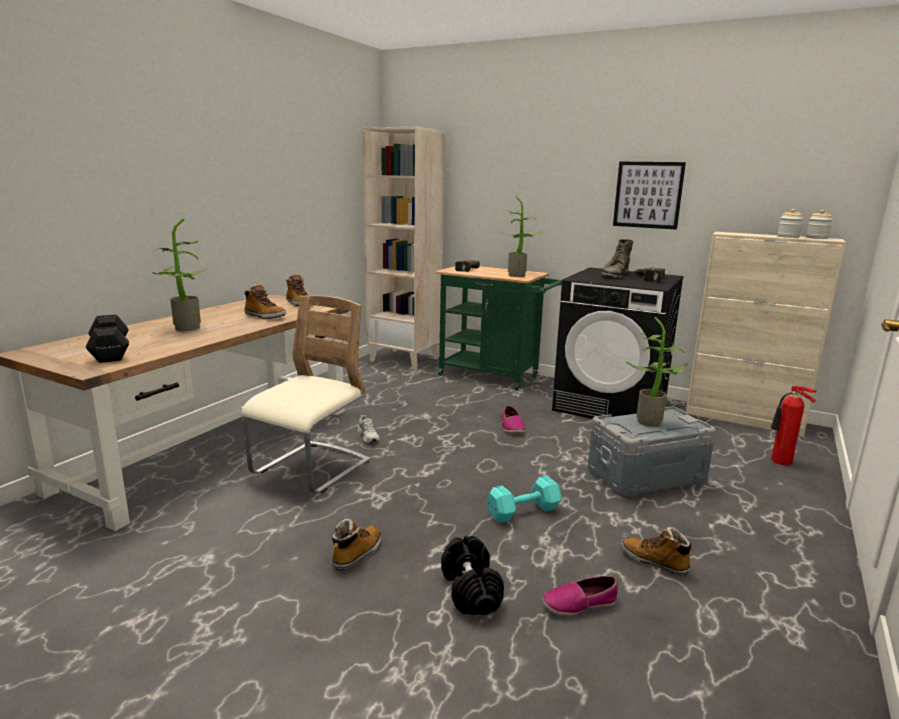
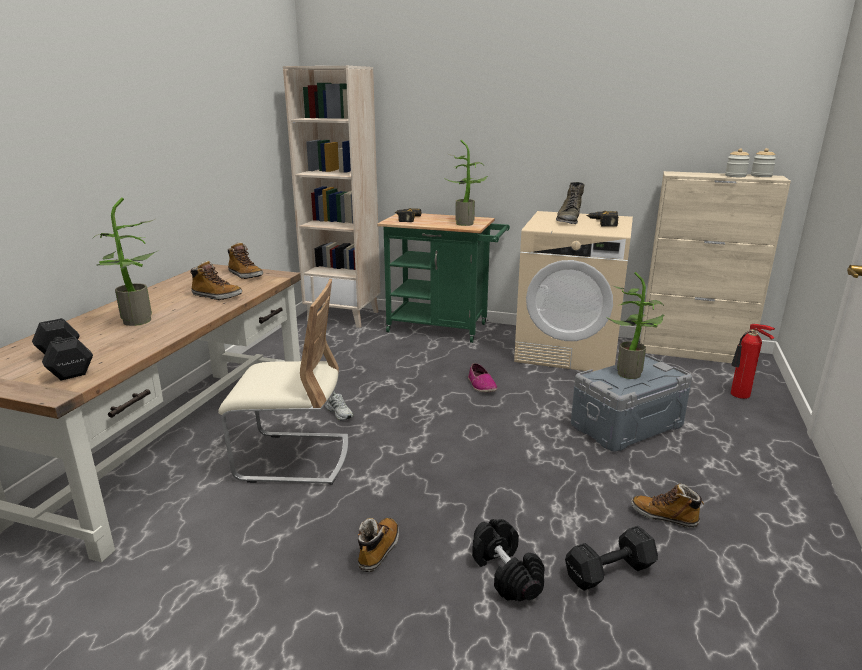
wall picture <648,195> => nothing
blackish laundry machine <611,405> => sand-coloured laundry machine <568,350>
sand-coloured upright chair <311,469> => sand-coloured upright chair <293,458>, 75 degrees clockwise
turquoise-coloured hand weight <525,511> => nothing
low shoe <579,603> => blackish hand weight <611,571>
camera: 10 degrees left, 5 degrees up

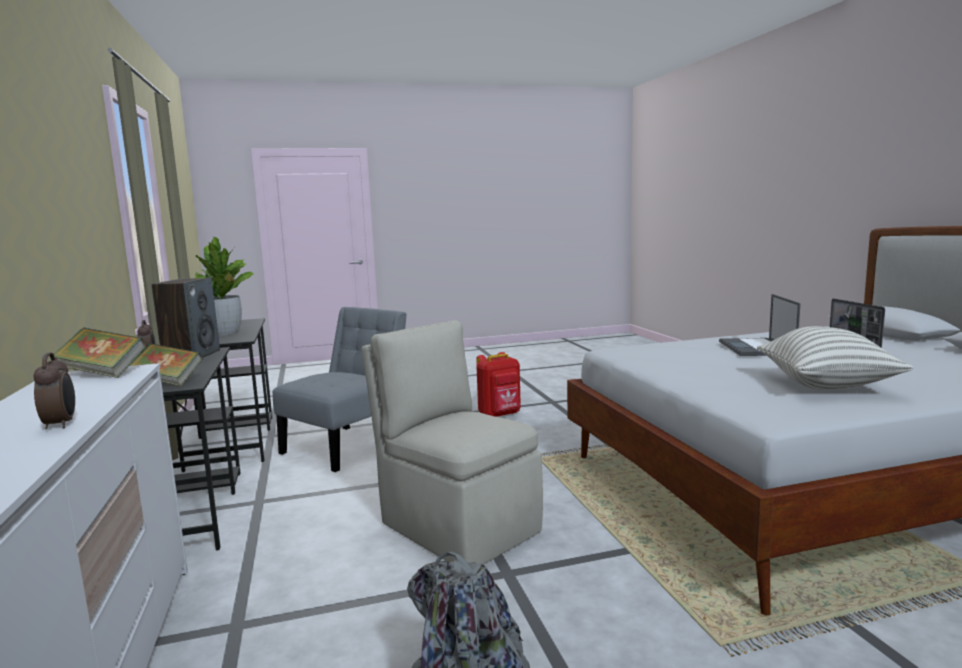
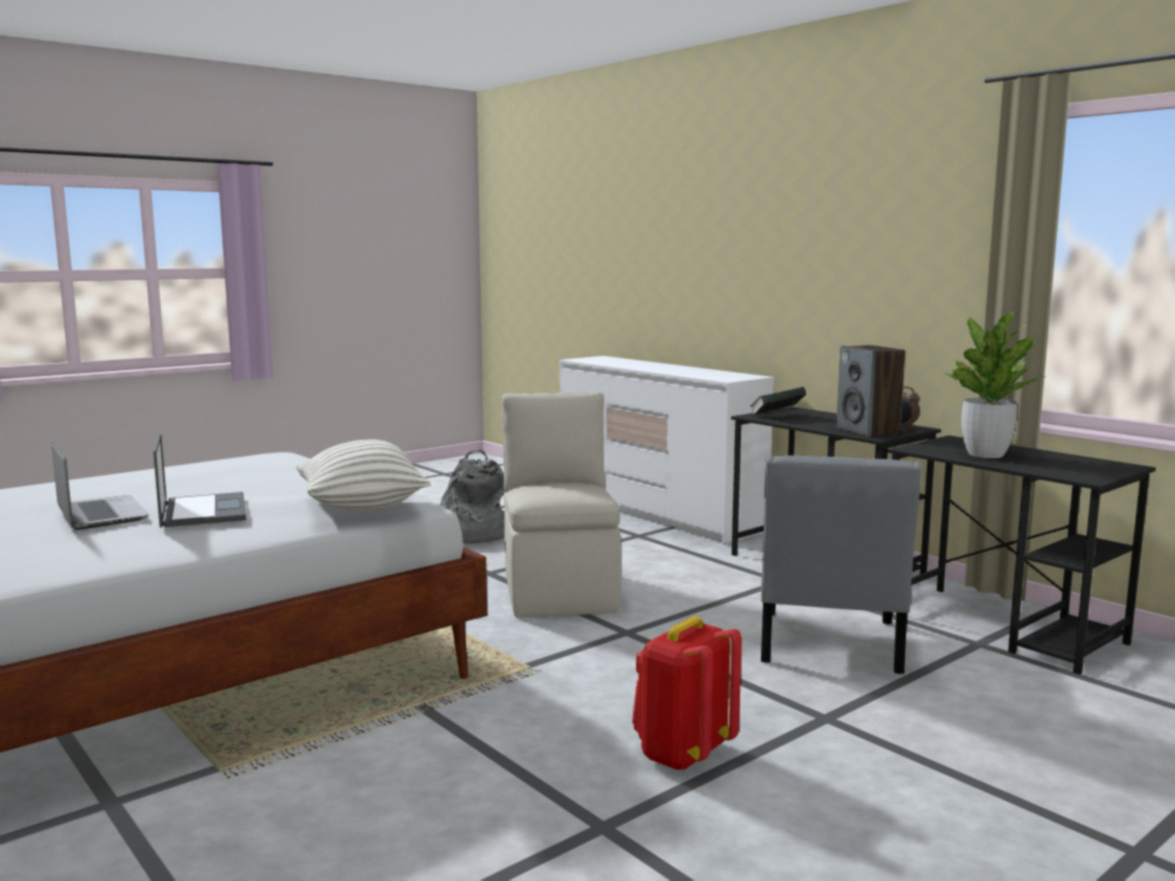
sand-coloured upright chair <457,525> => sand-coloured upright chair <559,591>, 120 degrees counterclockwise
pillow <826,385> => pillow <362,508>, moved
book <103,373> => nothing
alarm clock <61,424> => nothing
camera: 155 degrees right, 0 degrees up

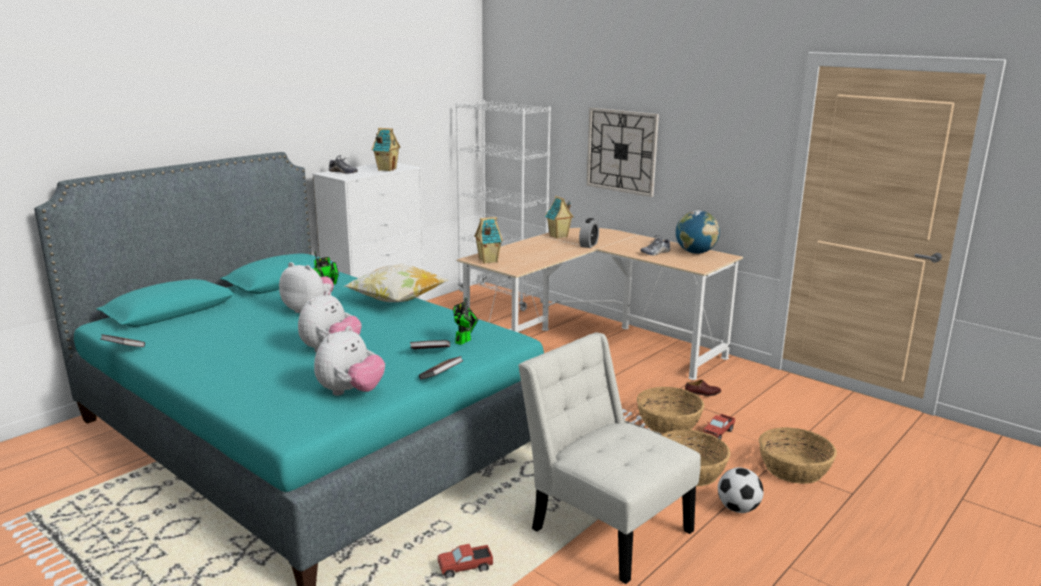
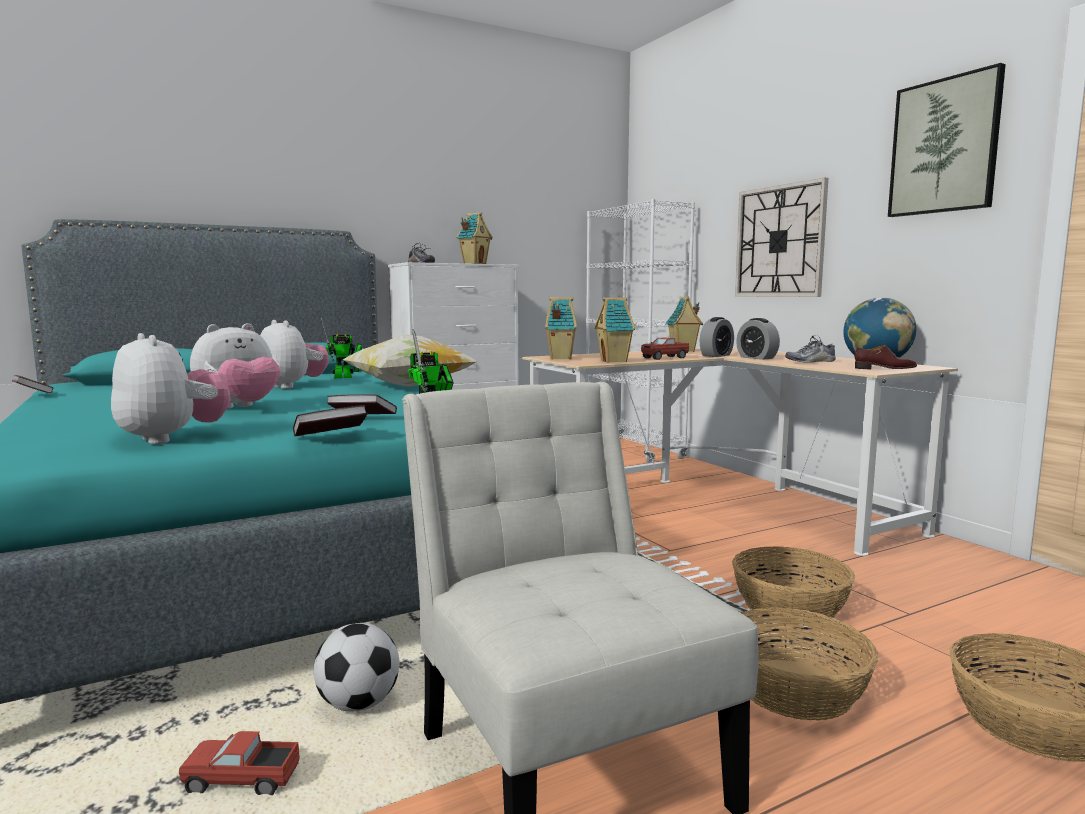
plush toy <350,392> => plush toy <172,438>, 90 degrees counterclockwise
brown low shoe <703,394> => brown low shoe <885,369>, moved
model truck <718,433> => model truck <665,358>, moved
football ball <738,509> => football ball <359,704>, moved
nothing => wall picture <944,146>
nothing => toy house <614,361>
nothing => alarm clock <756,358>
camera: 20 degrees right, 10 degrees down

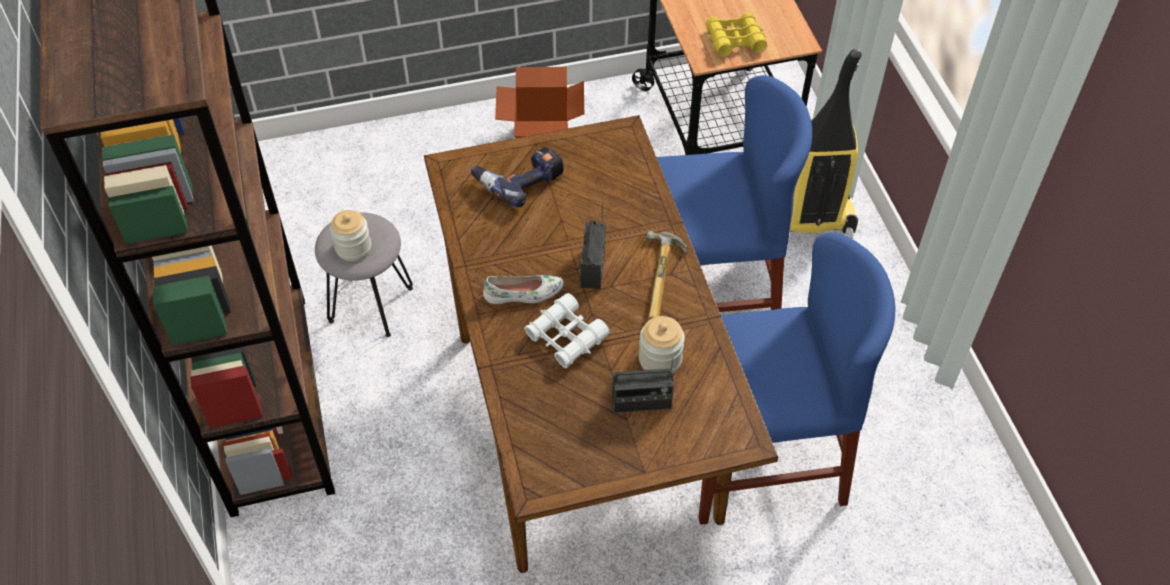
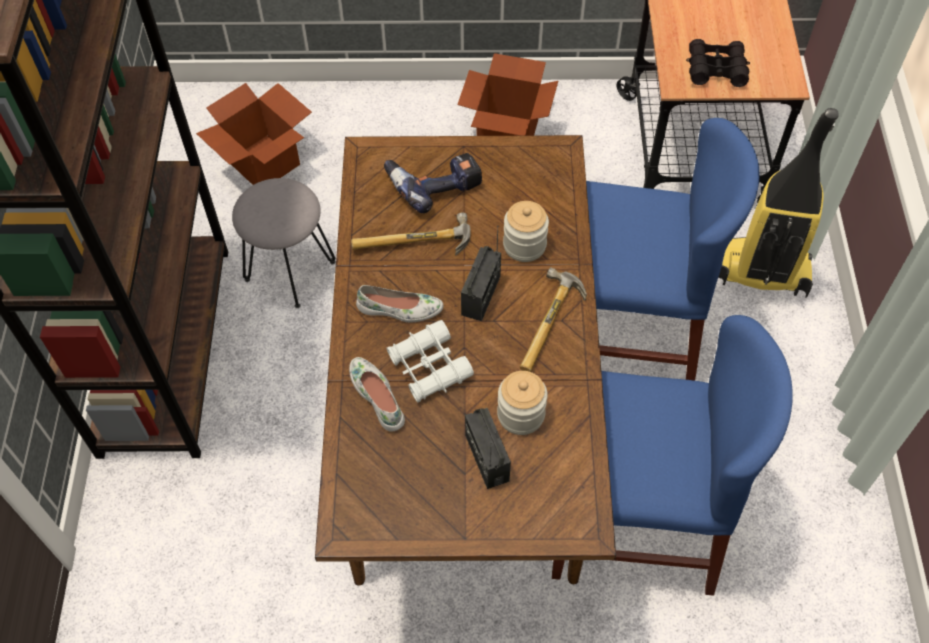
yellowish binoculars <734,40> => blackish binoculars <716,69>
storage jar <353,248> => storage jar <524,245>, moved
radio set <641,402> => radio set <486,458>, 60 degrees clockwise
nothing => carton <263,163>
nothing => hammer <413,246>
nothing => white low shoe <378,396>
camera: 15 degrees right, 5 degrees up

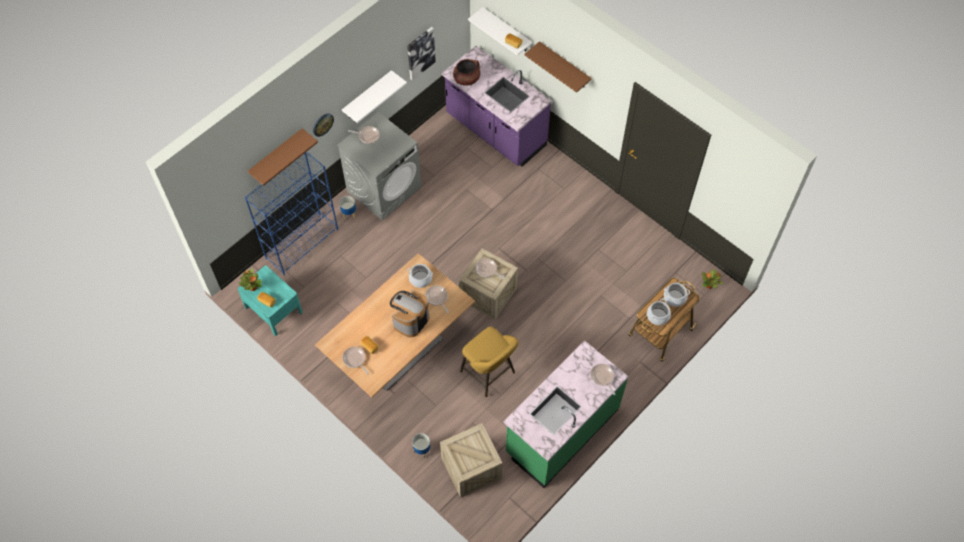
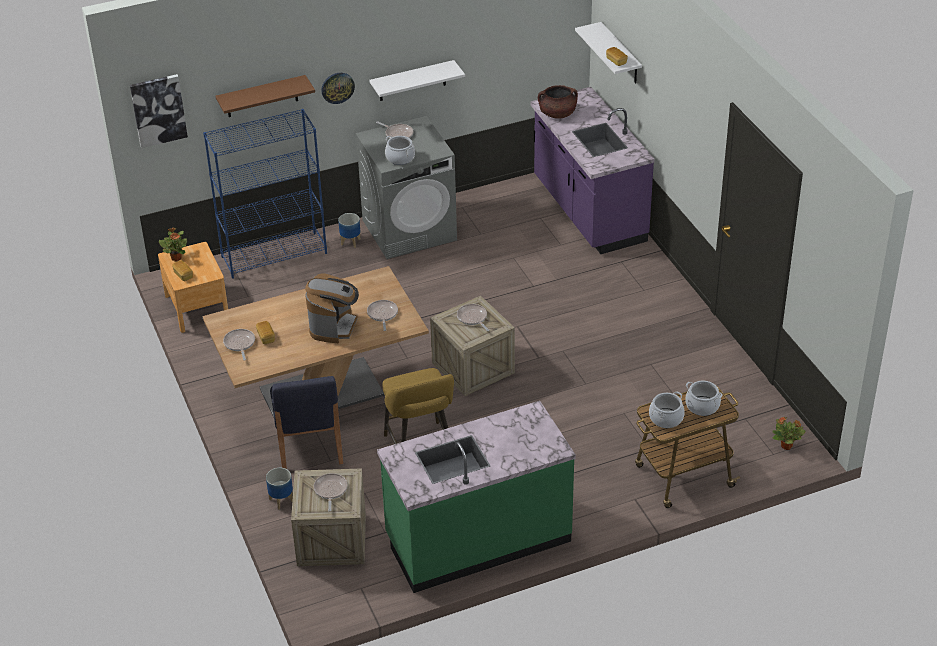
wall picture <420,53> => wall picture <158,110>, moved
brown shelf <564,66> => nothing
stockpot <420,279> => stockpot <400,158>, moved
turquoise-coloured nightstand <273,310> => brown nightstand <197,307>
coffee machine <410,320> => coffee machine <334,326>, 135 degrees clockwise
pan <602,377> => pan <330,490>, moved
nothing => bluish upright chair <308,445>
camera: 25 degrees right, 20 degrees down

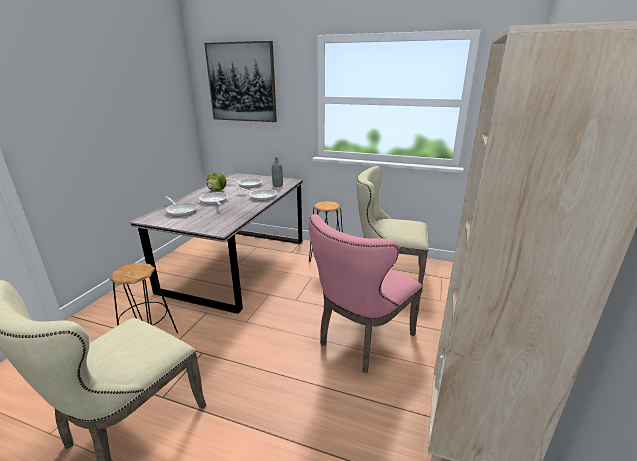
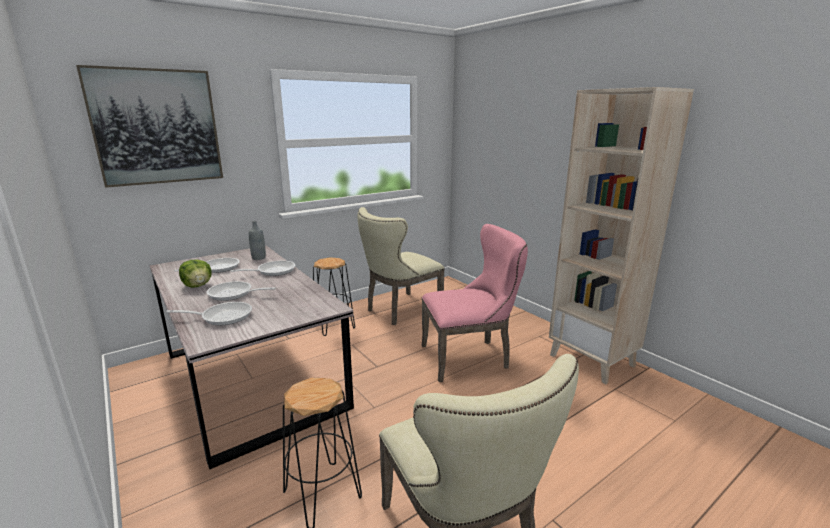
pinkish upright chair <361,340> => pinkish upright chair <470,357>, 90 degrees counterclockwise
camera: 55 degrees left, 5 degrees down

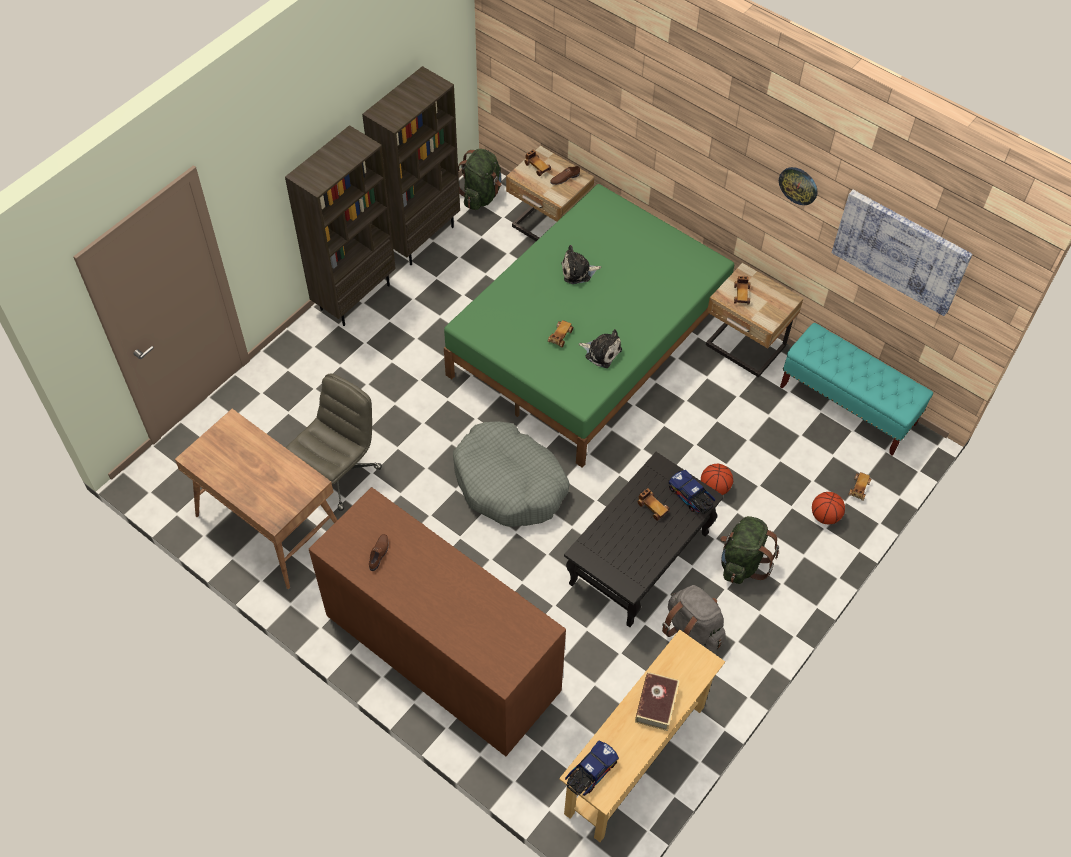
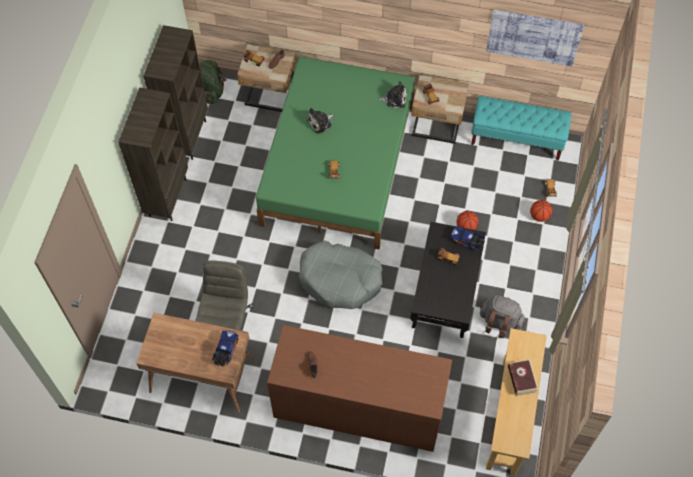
hanging clock <798,185> => nothing
plush toy <601,352> => plush toy <394,99>, moved
greenish knapsack <742,562> => nothing
model truck <590,772> => model truck <225,351>, moved
camera: 25 degrees left, 5 degrees up

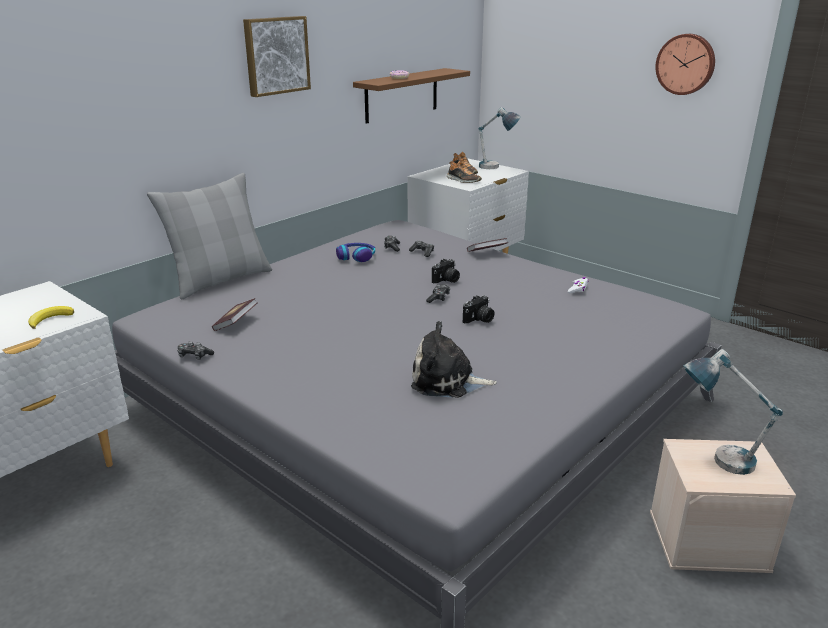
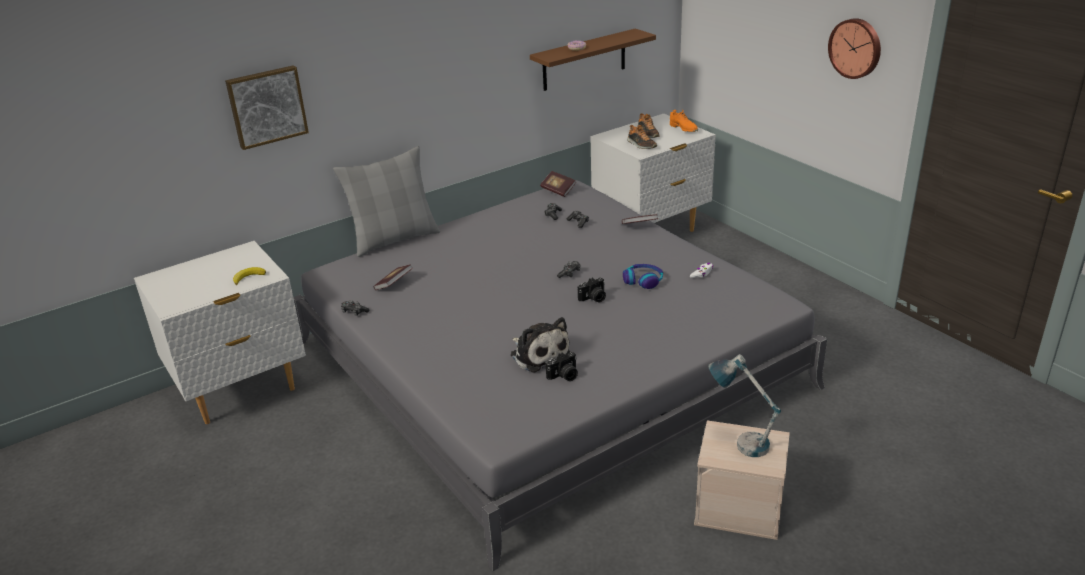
wall picture <276,55> => wall picture <266,106>, moved
table lamp <496,168> => orangey low shoe <684,129>
headphones <356,257> => headphones <643,280>, moved
still camera <446,280> => still camera <564,376>, moved
plush toy <447,381> => plush toy <538,354>, 150 degrees counterclockwise
nothing => book <558,190>
camera: 15 degrees right, 5 degrees up

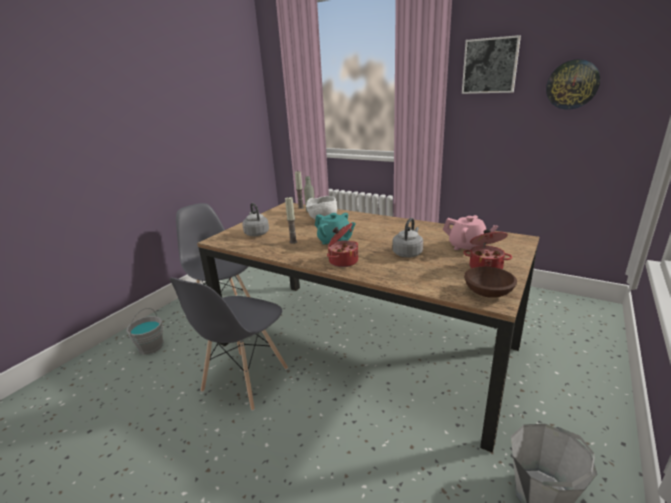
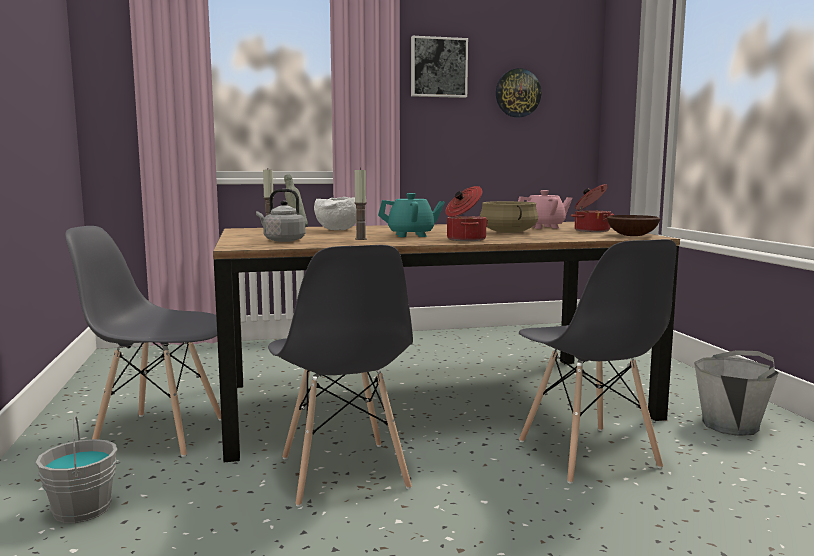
greyish water kettle <408,253> => sand-coloured stockpot <507,232>
nothing => greyish upright chair <587,454>
camera: 45 degrees left, 15 degrees down

